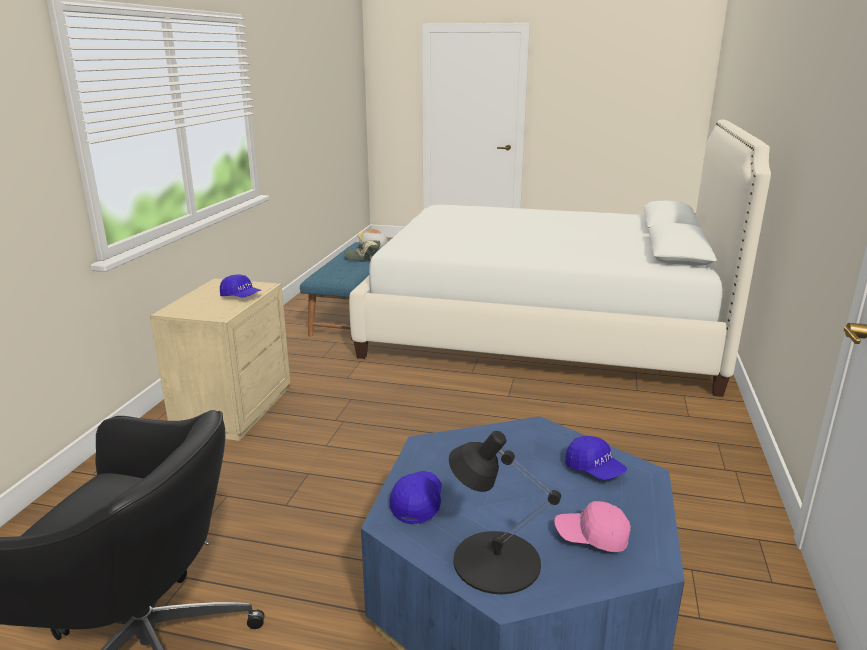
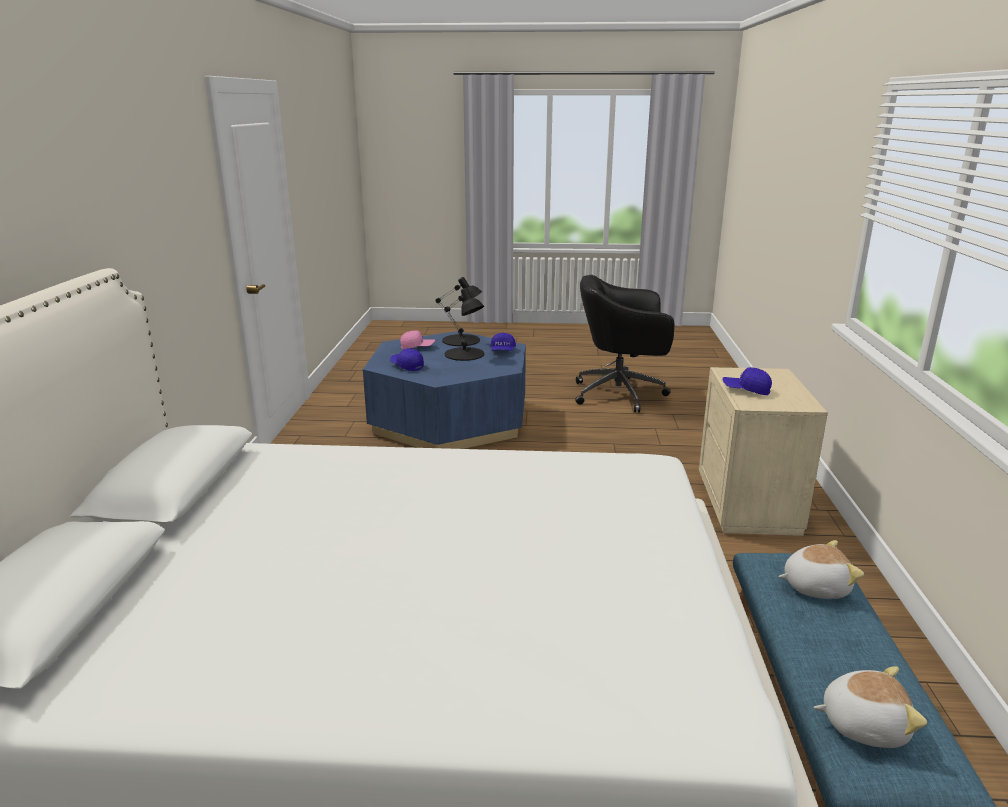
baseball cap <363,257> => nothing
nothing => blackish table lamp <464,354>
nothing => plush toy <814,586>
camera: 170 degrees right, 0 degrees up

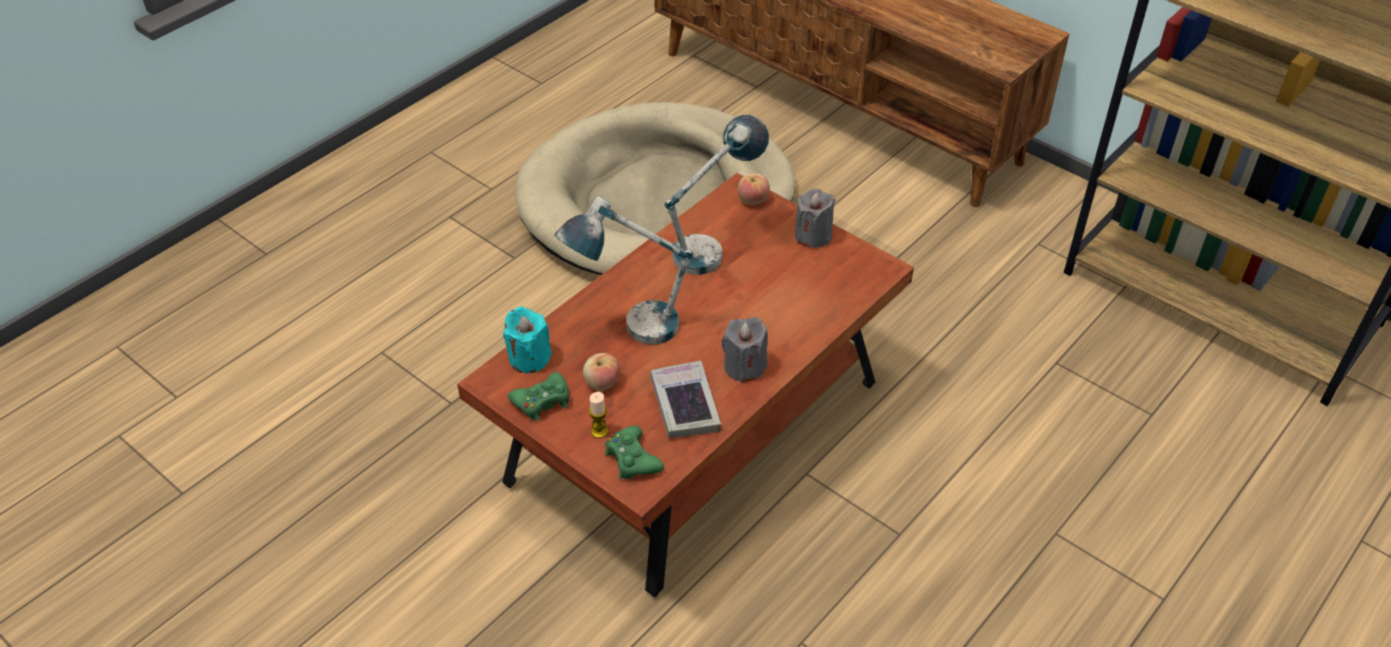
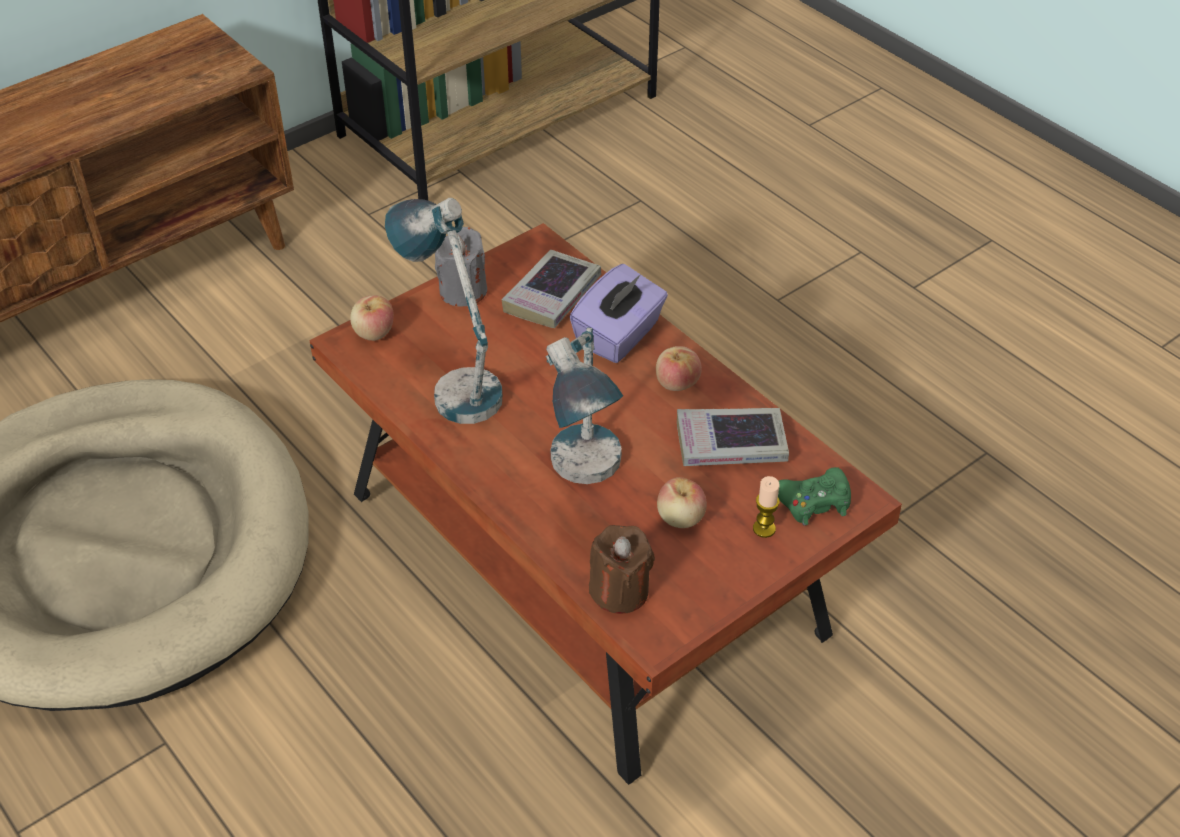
turquoise-coloured wax light <529,358> => brown wax light <619,591>
greyish wax light <744,367> => whole apple <677,383>
greenish game controller <542,401> => nothing
nothing => book <552,295>
nothing => purple-coloured box of tissues <619,336>
camera: 80 degrees left, 0 degrees up

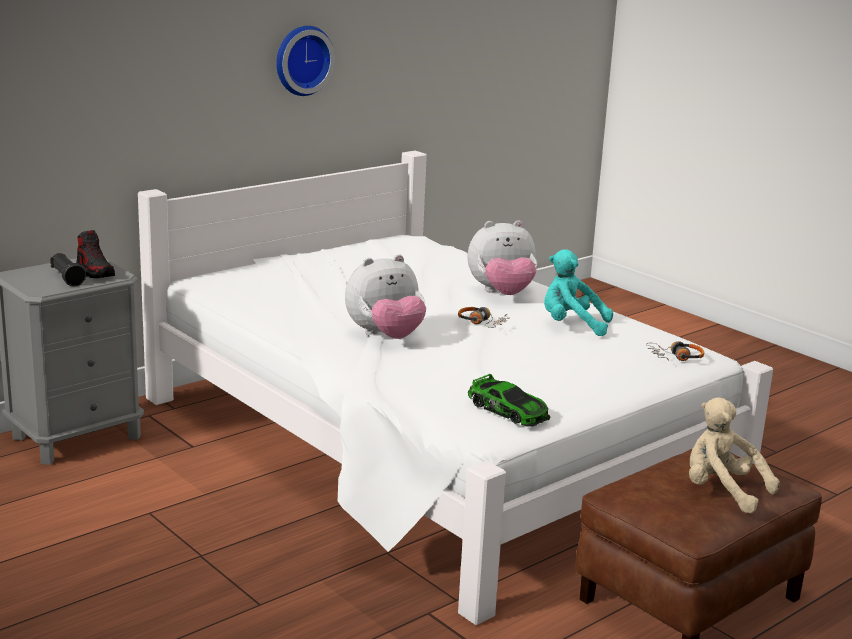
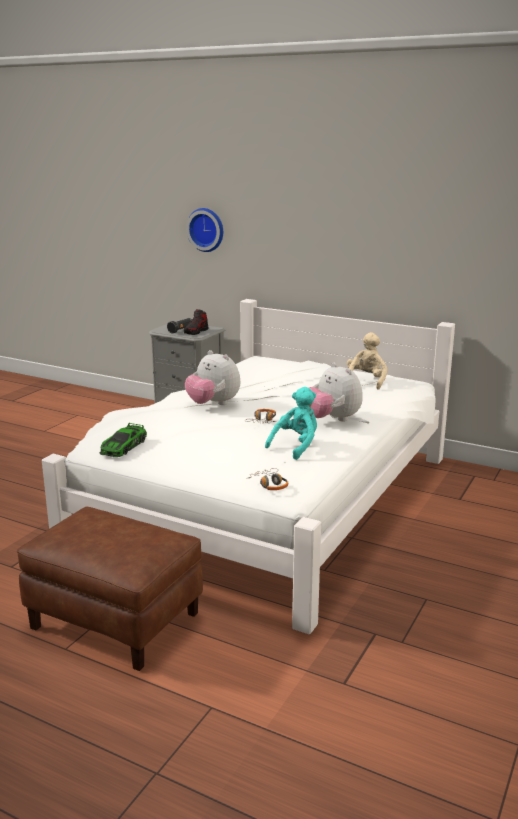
hanging clock <301,60> => hanging clock <206,229>, moved
turquoise-coloured plush toy <571,326> => turquoise-coloured plush toy <296,446>, 45 degrees clockwise
sand-coloured plush toy <721,491> => sand-coloured plush toy <366,381>, moved
camera: 70 degrees right, 0 degrees up

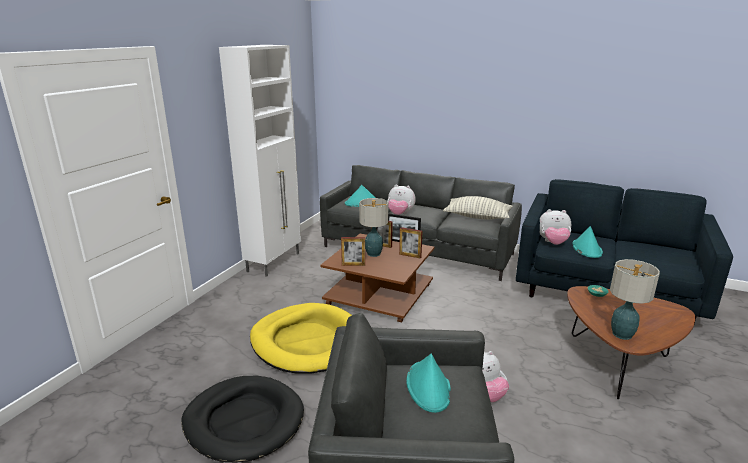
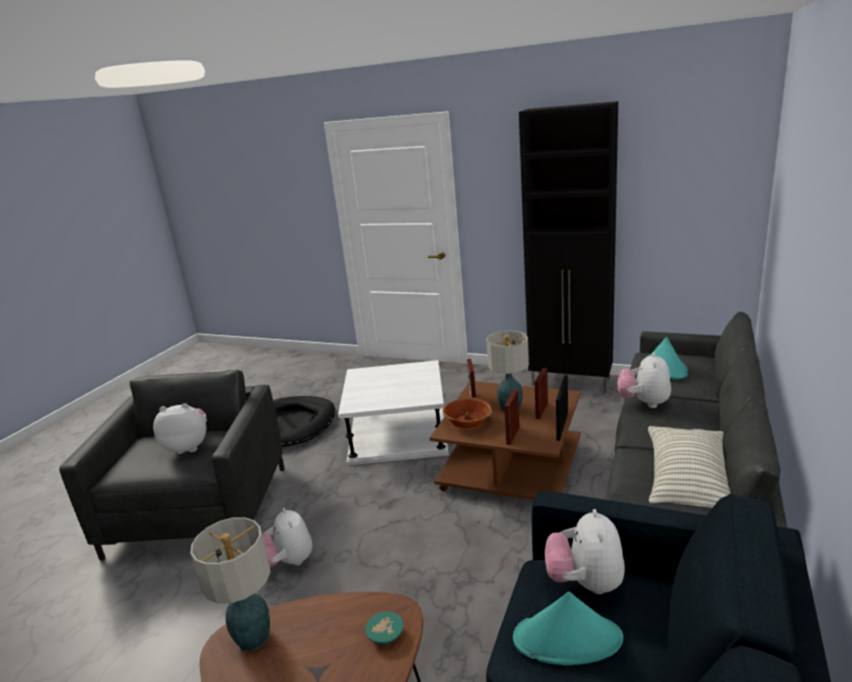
white cabinet <274,262> => blackish cabinet <571,382>
yellowish dog cushion <308,342> => white accent table <398,433>
turquoise-coloured wearable hat <428,387> => plush toy <188,447>
nothing => serving bowl <468,422>
camera: 90 degrees right, 0 degrees up

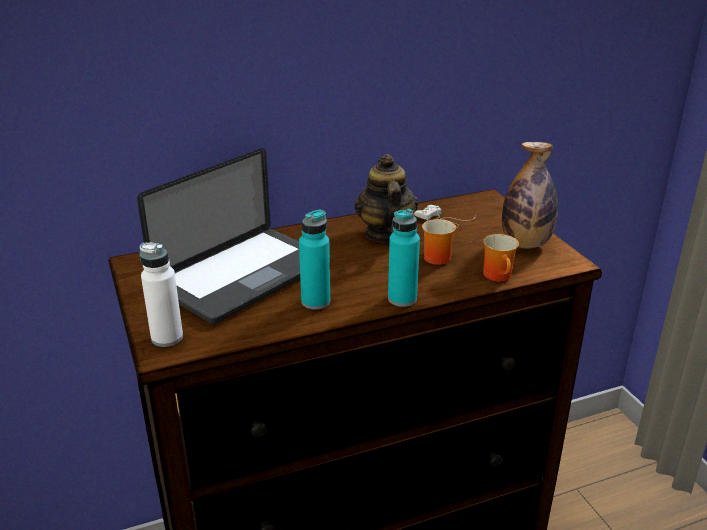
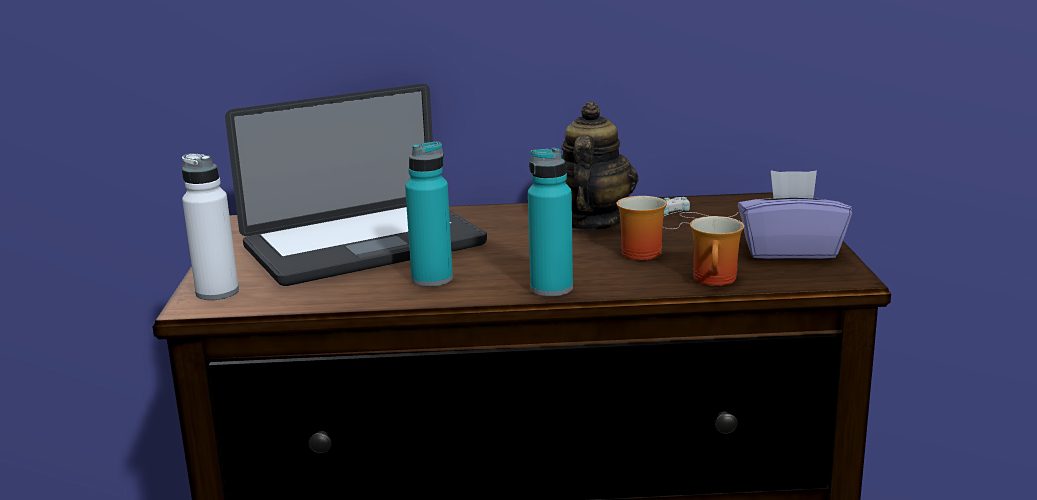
drink bottle <525,243> => purple-coloured box of tissues <790,250>
camera: 20 degrees right, 10 degrees down

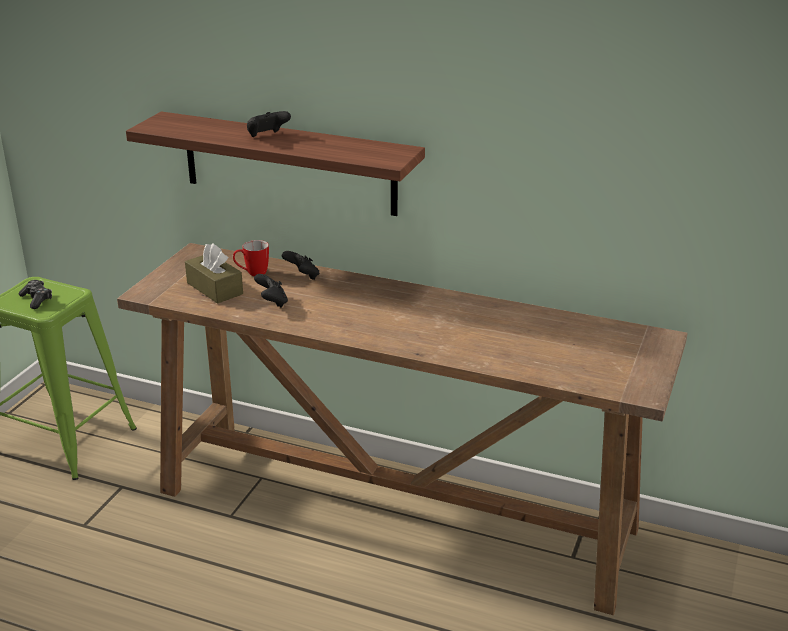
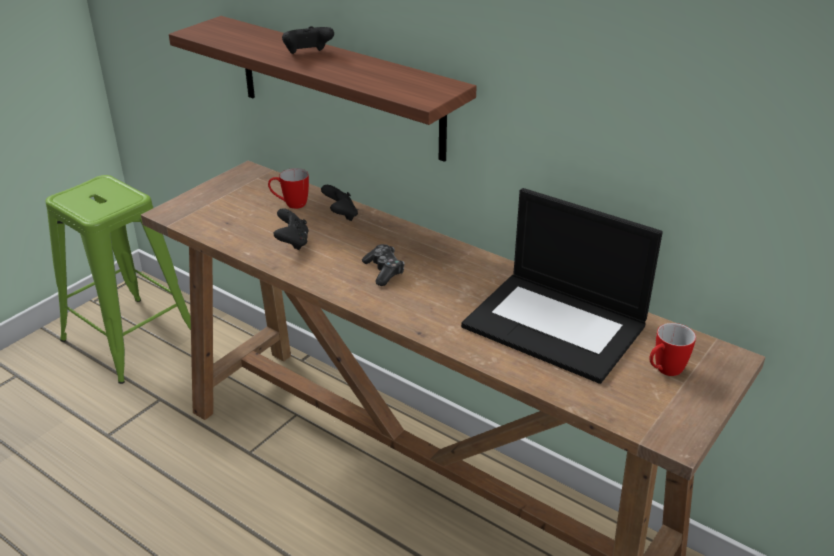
brown box of tissues <215,288> => nothing
game controller <37,299> => game controller <384,271>, moved
nothing => notebook computer <557,325>
nothing => tea mug <664,371>
camera: 15 degrees right, 5 degrees up

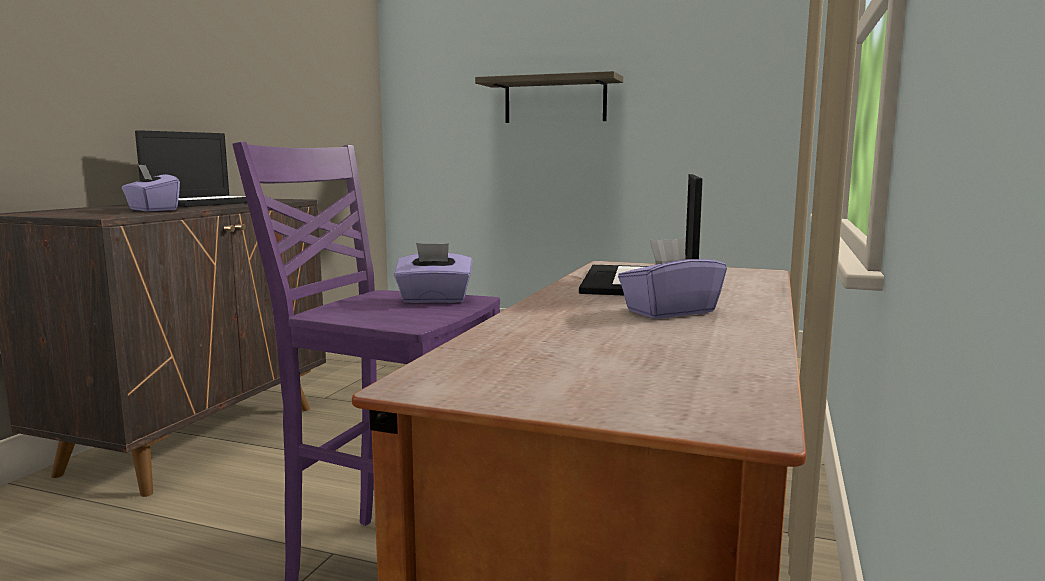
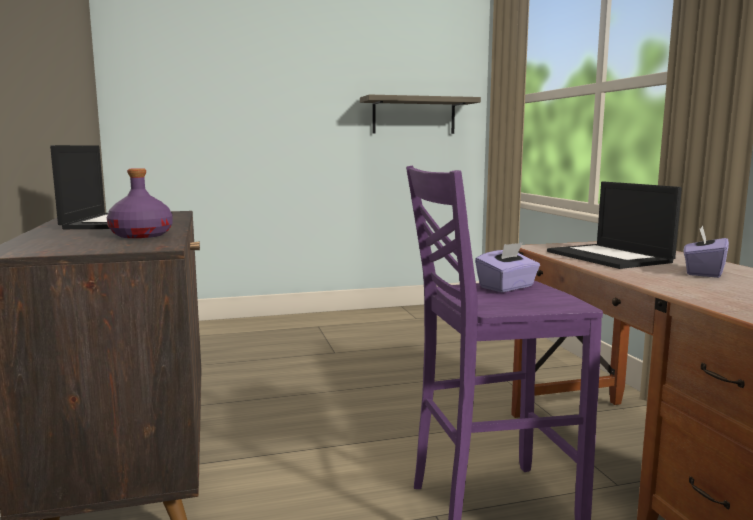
shelf <555,100> => shelf <414,116>, moved
purple-coloured box of tissues <152,210> => purple-coloured drink bottle <142,235>
camera: 35 degrees left, 0 degrees up

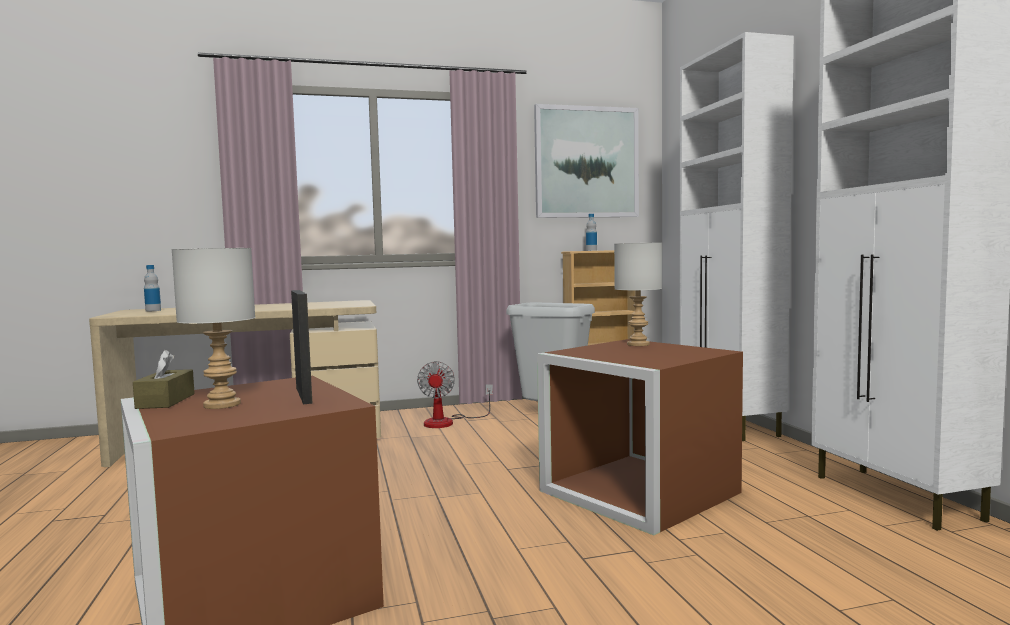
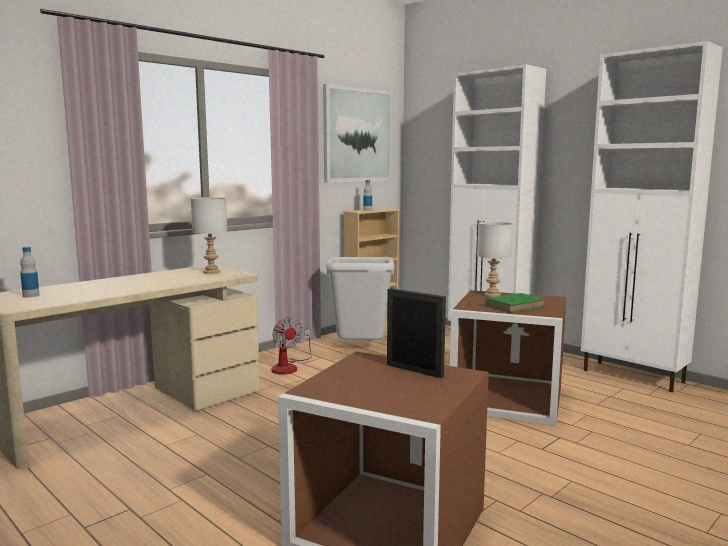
greyish table lamp <222,405> => greyish table lamp <212,272>, moved
brown box of tissues <166,401> => nothing
nothing => greenish book <516,306>
camera: 30 degrees left, 5 degrees up

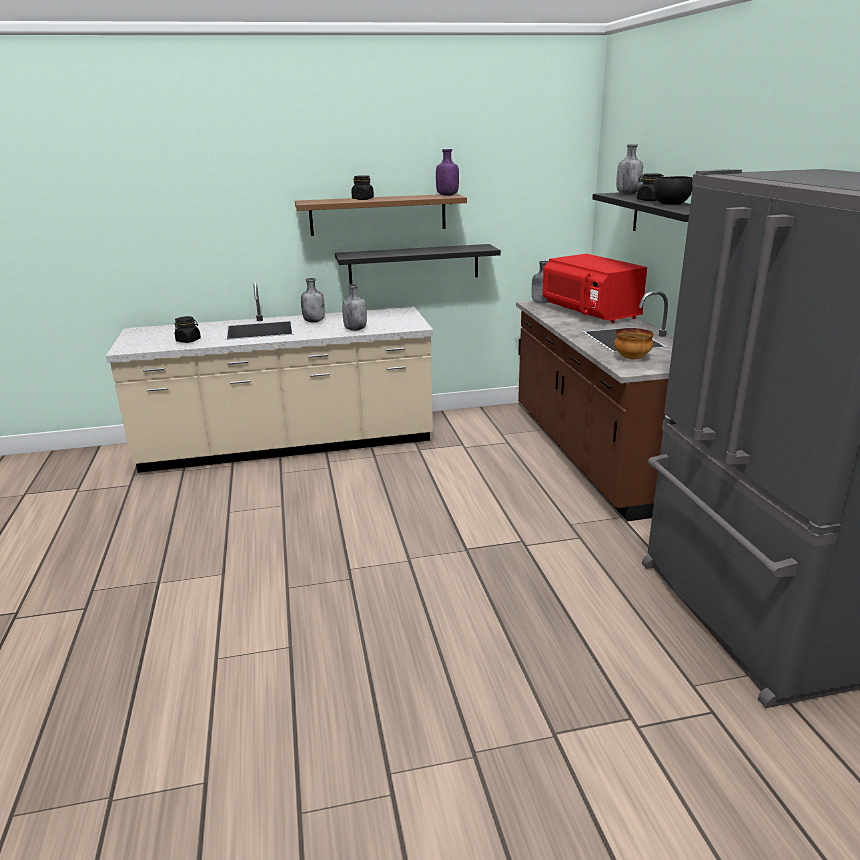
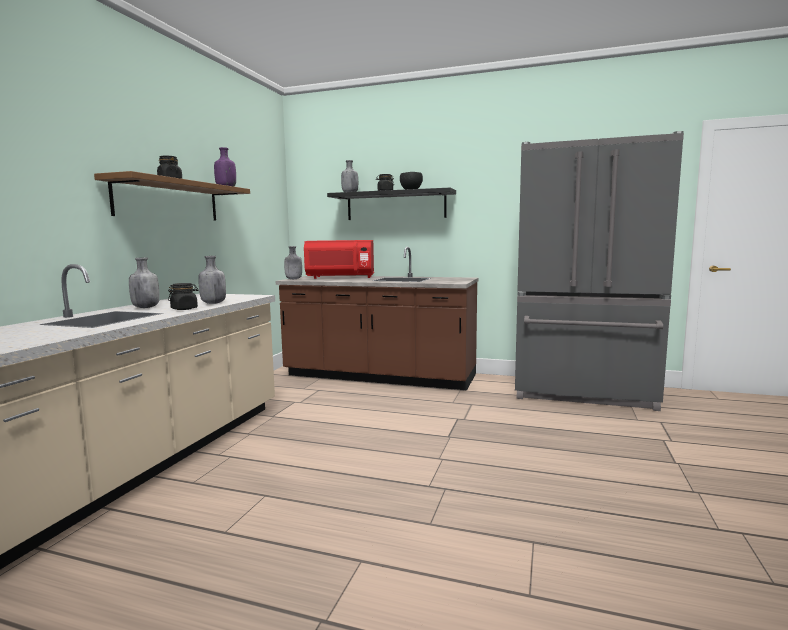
blackish shelf <414,264> => nothing
blackish storage jar <188,340> => blackish storage jar <184,309>, moved
serving bowl <631,358> => nothing
camera: 60 degrees left, 15 degrees down

